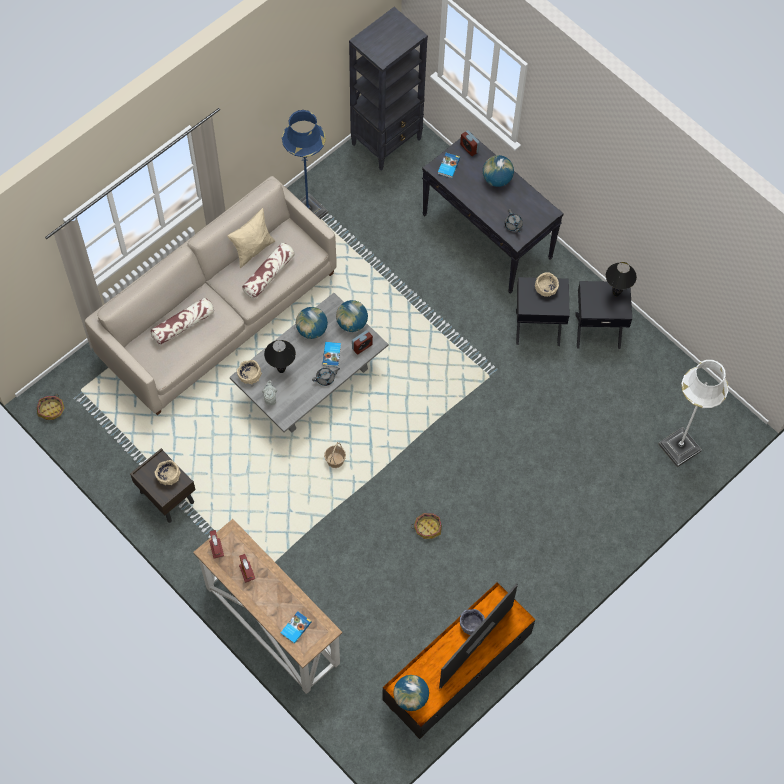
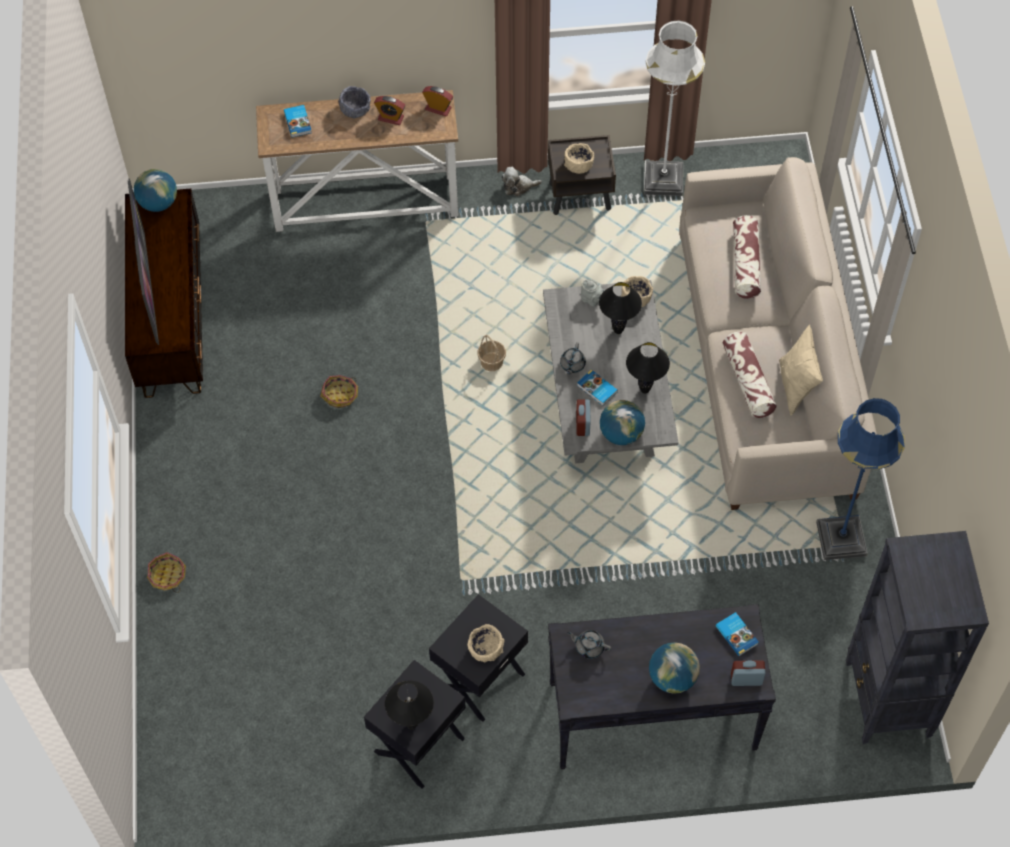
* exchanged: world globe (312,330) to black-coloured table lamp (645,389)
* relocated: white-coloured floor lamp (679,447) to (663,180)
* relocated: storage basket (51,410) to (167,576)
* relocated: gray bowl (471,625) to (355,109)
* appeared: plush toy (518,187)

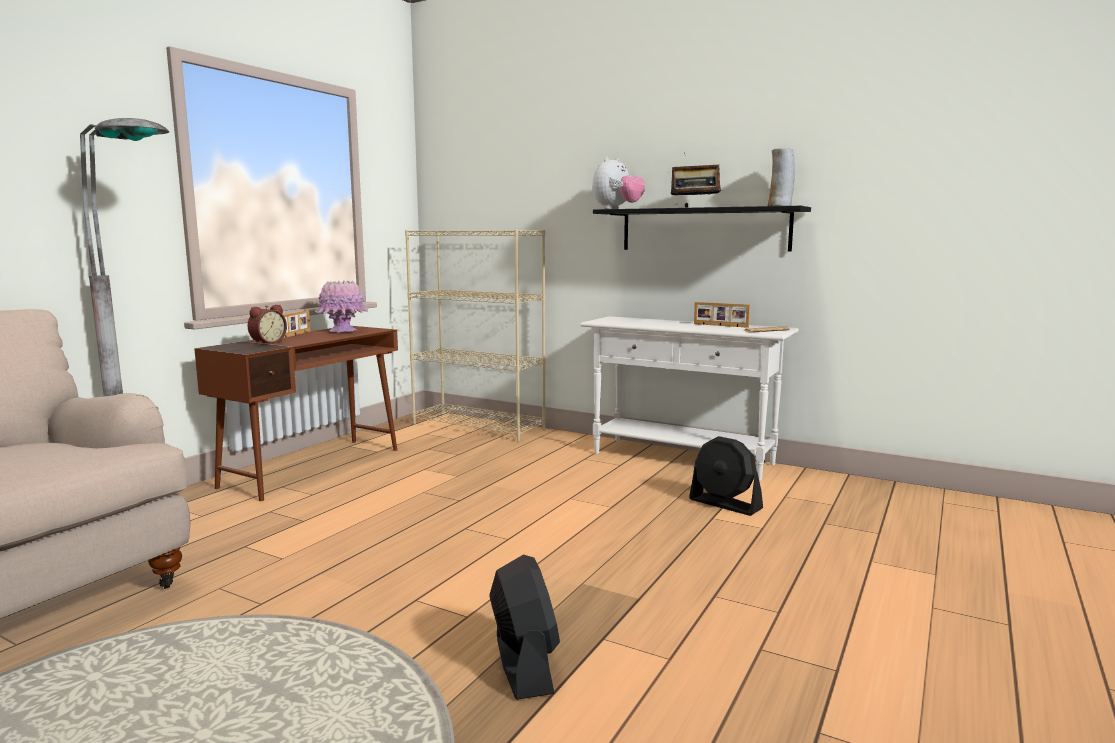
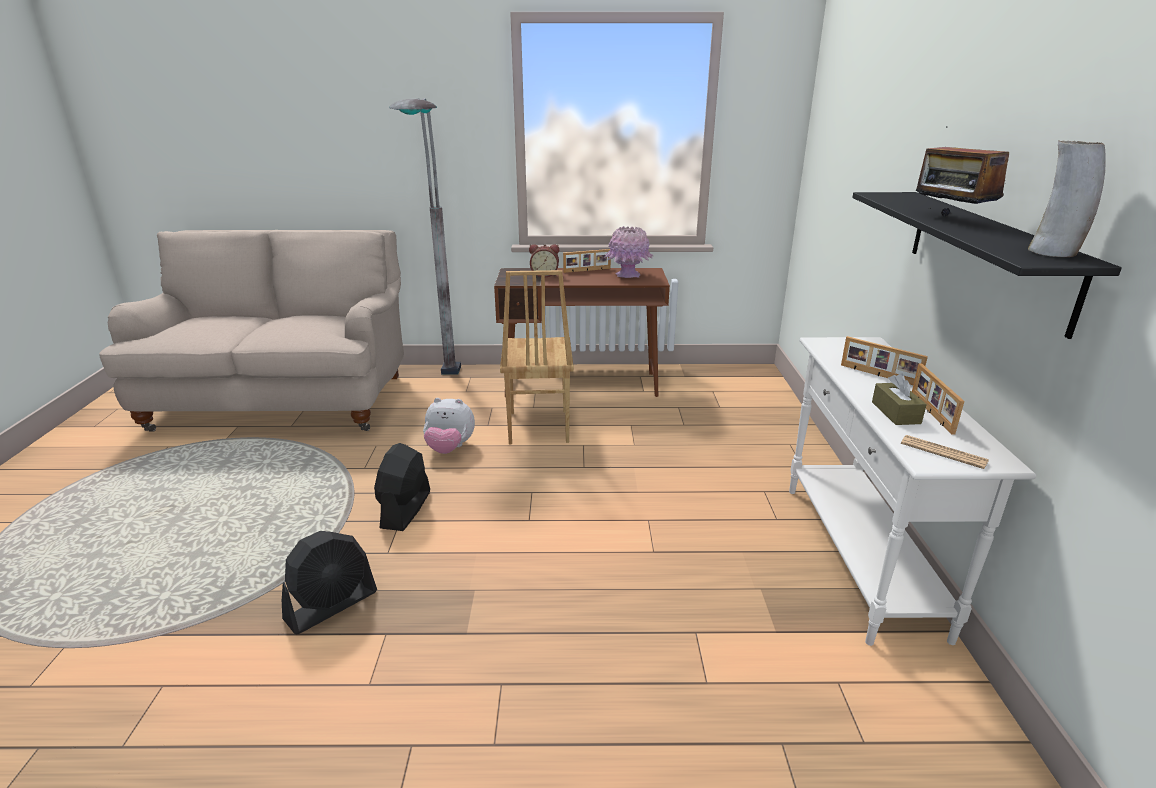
* relocated: plush toy (617,209) to (450,448)
* missing: sand-coloured bookshelf (479,427)
* relocated: black-coloured cooling fan (725,504) to (405,509)
* appeared: brown-coloured chair (537,427)
* appeared: photo frame (878,375)
* appeared: brown-coloured box of tissues (895,413)

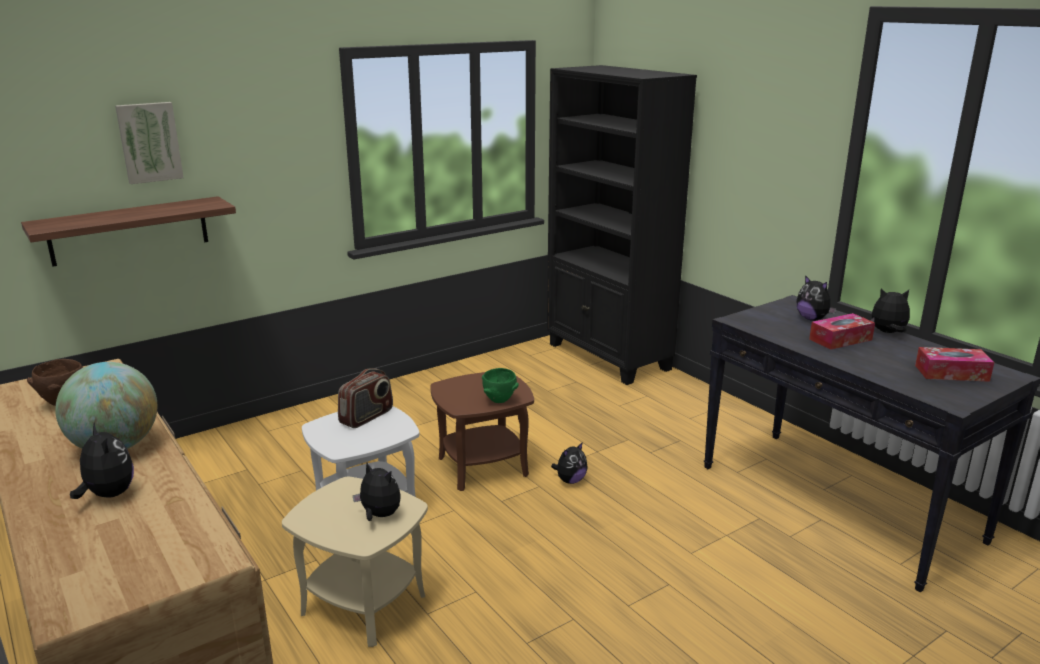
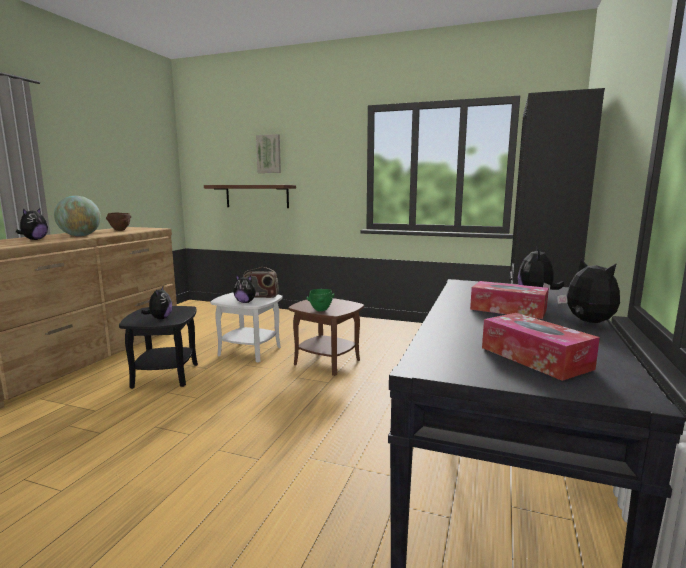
* relocated: plush toy (570,480) to (245,302)
* colour: sand-coloured end table (363,604) to black-coloured end table (165,376)

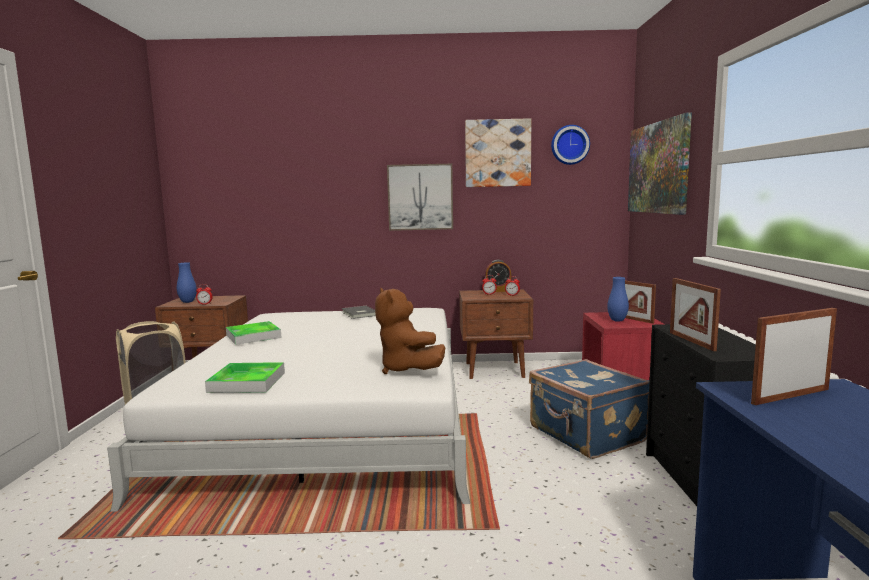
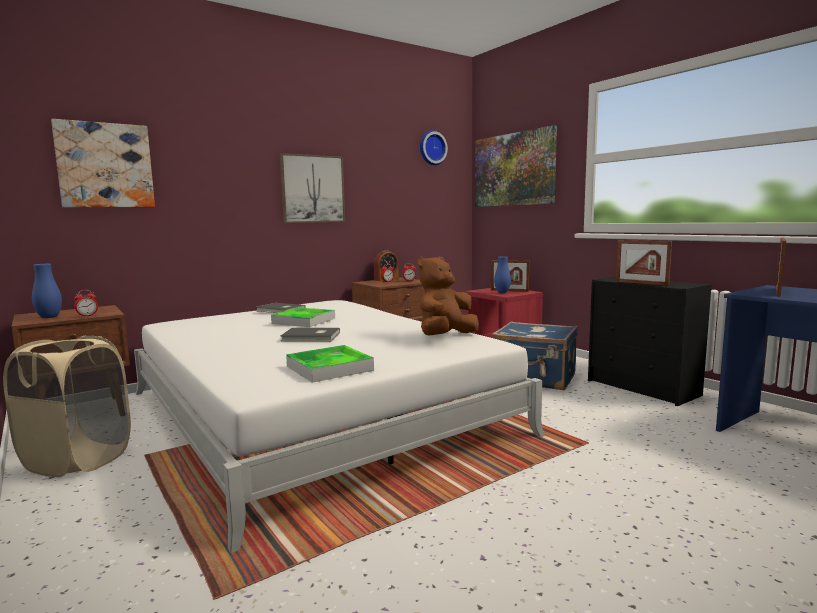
* relocated: wall art (497,153) to (105,165)
* spun: brown-coloured plush toy (407,369) = (445,337) 105 degrees clockwise
* relocated: serving tray (253,336) to (304,321)
* appeared: gray volume (311,337)

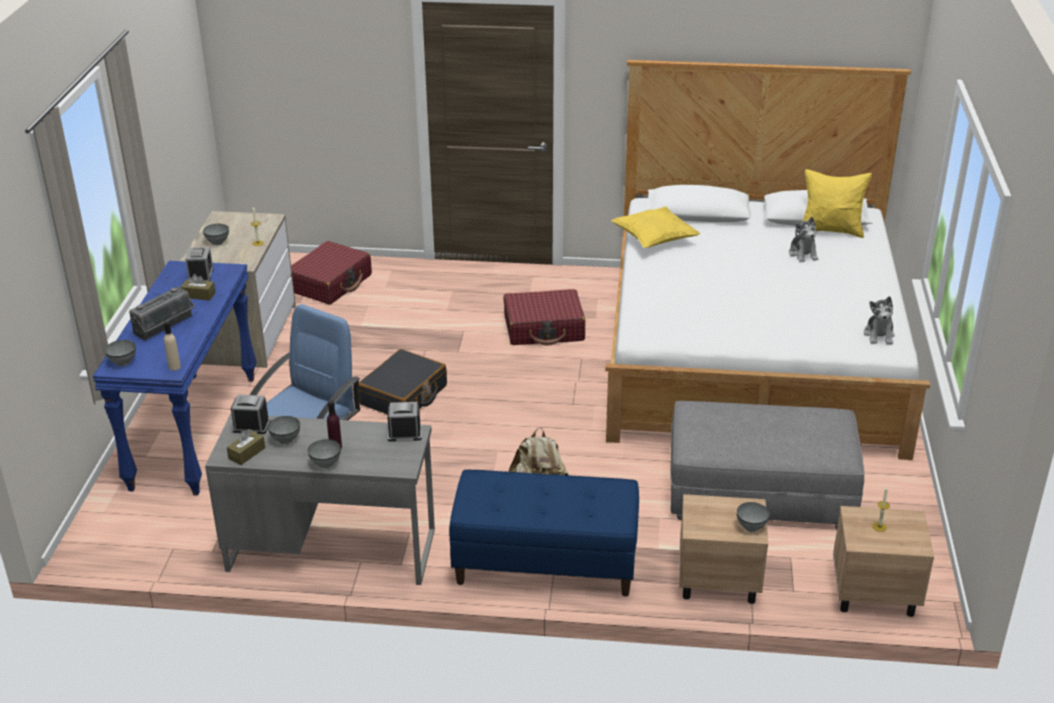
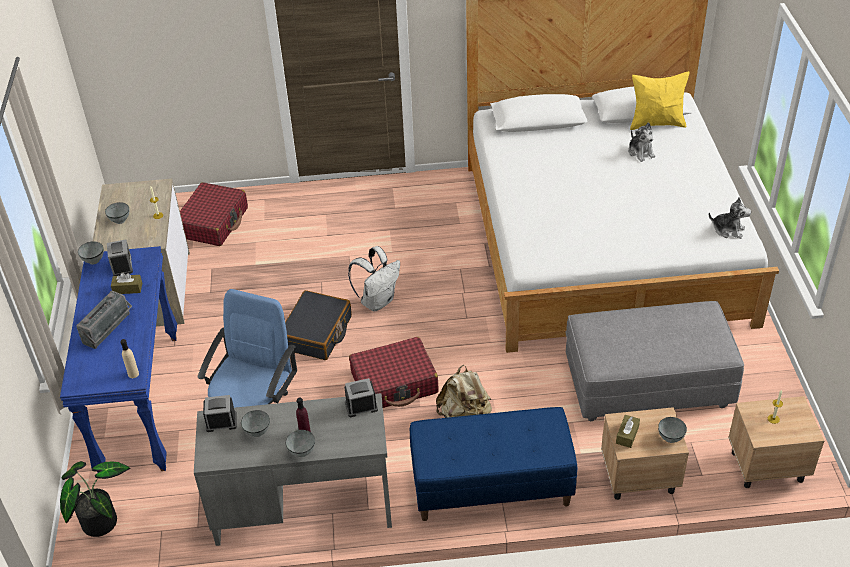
* missing: yellow cushion (654,240)
* relocated: red-coloured piece of luggage (544,328) to (394,383)
* spun: plush toy (879,335) = (728,230) 60 degrees counterclockwise
* relocated: gray bowl (122,362) to (93,260)
* relocated: brown-coloured box of tissues (247,453) to (627,435)
* appeared: white-coloured backpack (377,301)
* appeared: plant in a pot (99,519)

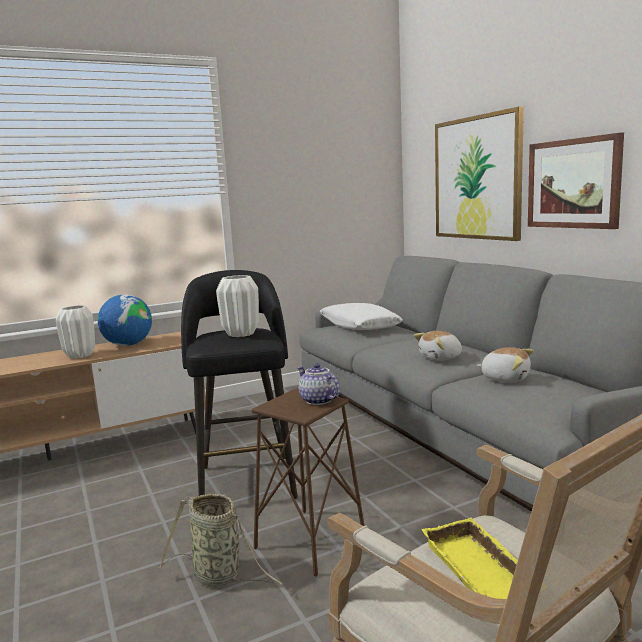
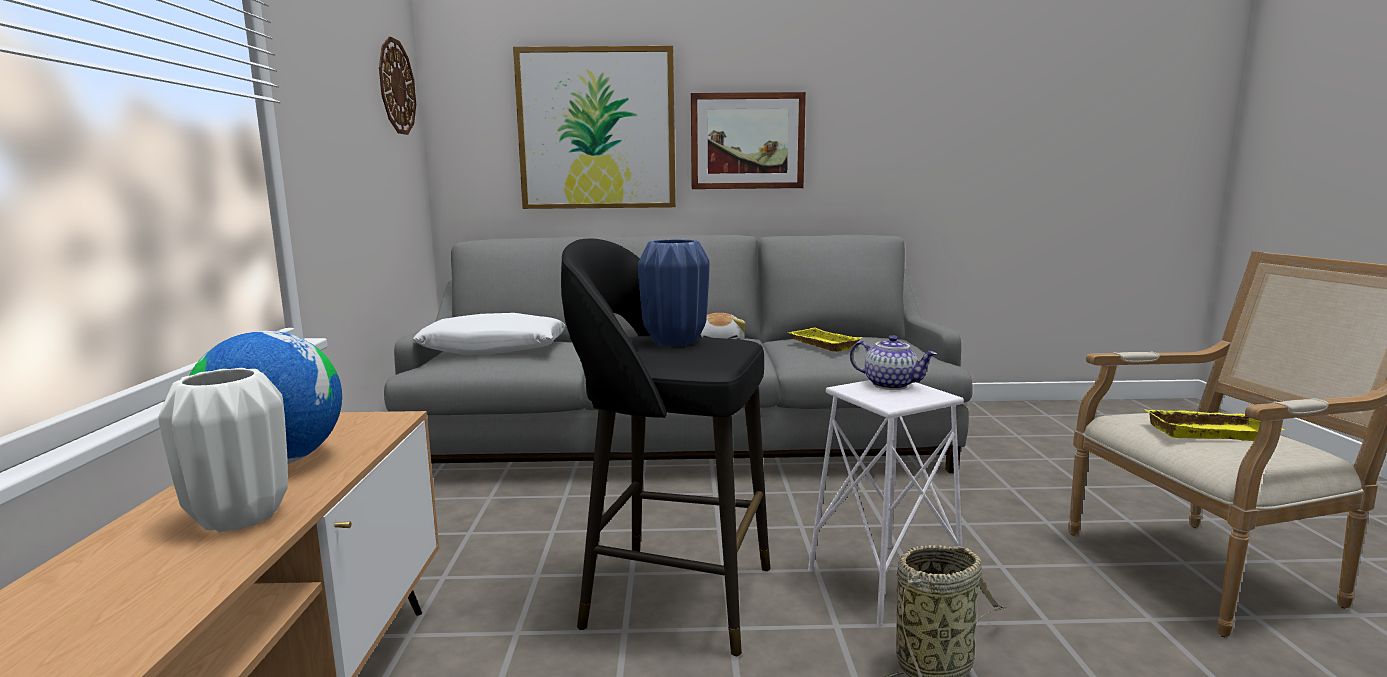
* colour: white-coloured vase (241,334) to blue-coloured vase (676,341)
* exchanged: plush toy (505,378) to yellow serving tray (821,344)
* spun: pot for tea (317,400) = (891,385) 135 degrees counterclockwise
* colour: brown-coloured stool (310,541) to white-coloured stool (884,582)
* appeared: wall clock (396,87)

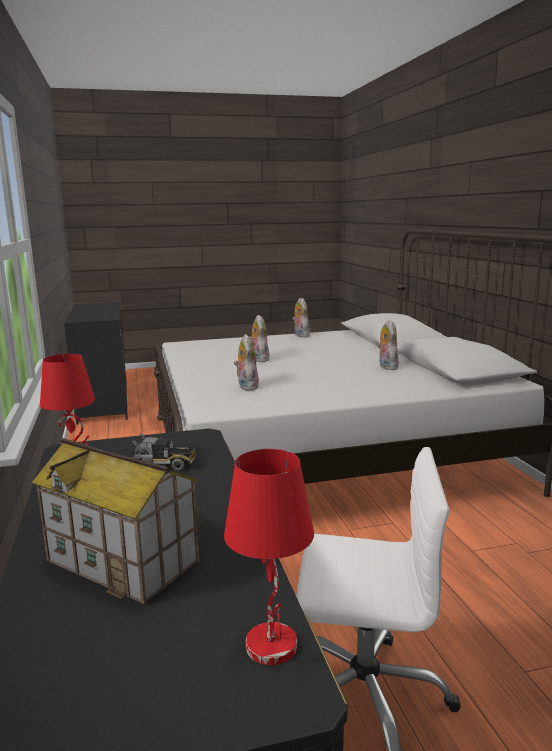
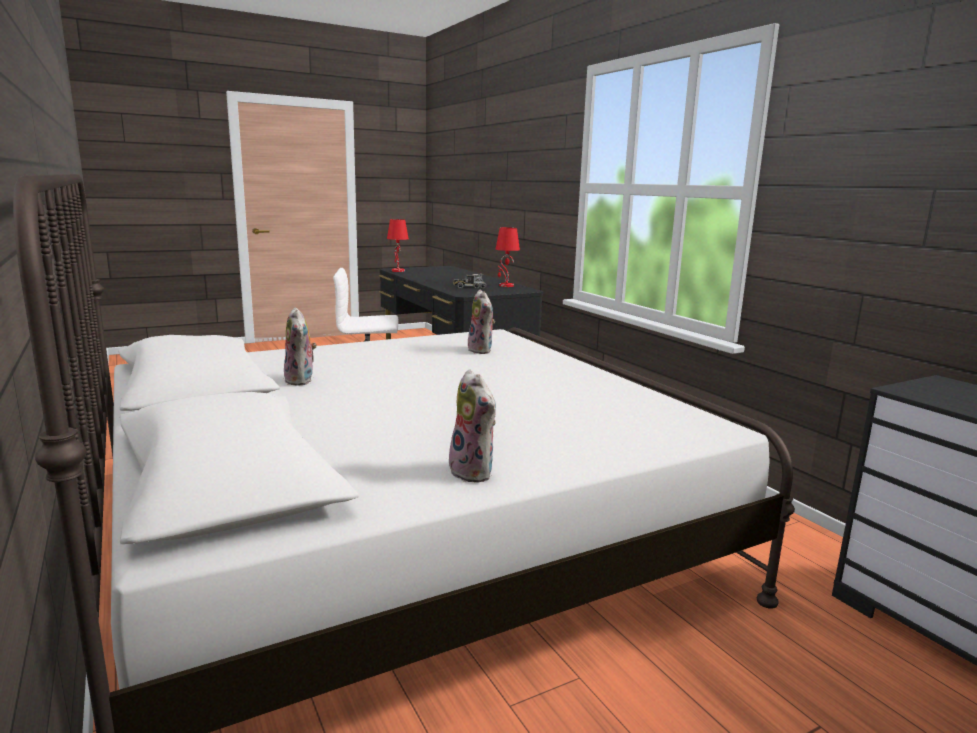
* missing: plush toy (259,359)
* missing: miniature house (124,561)

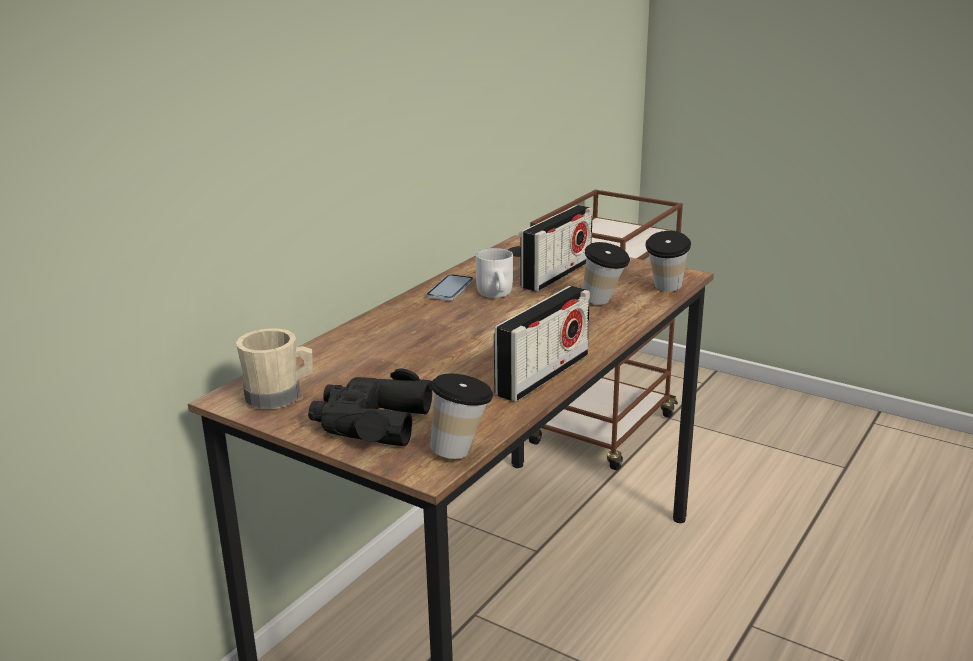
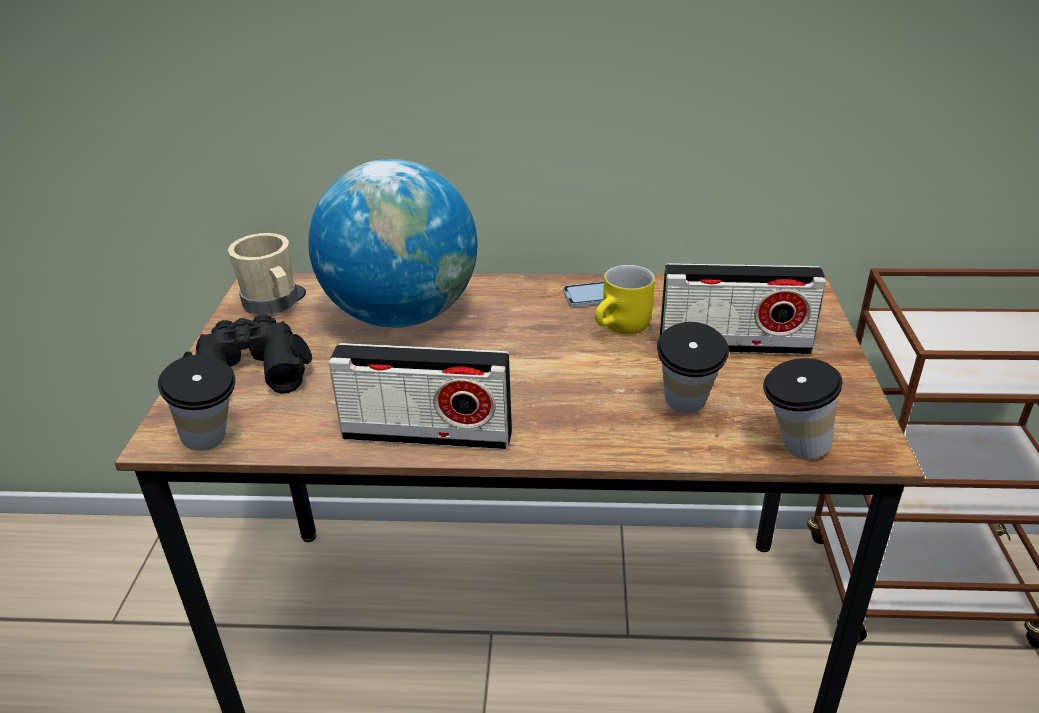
* colour: white-coloured tea mug (498,294) to yellow tea mug (624,328)
* appeared: world globe (402,315)

